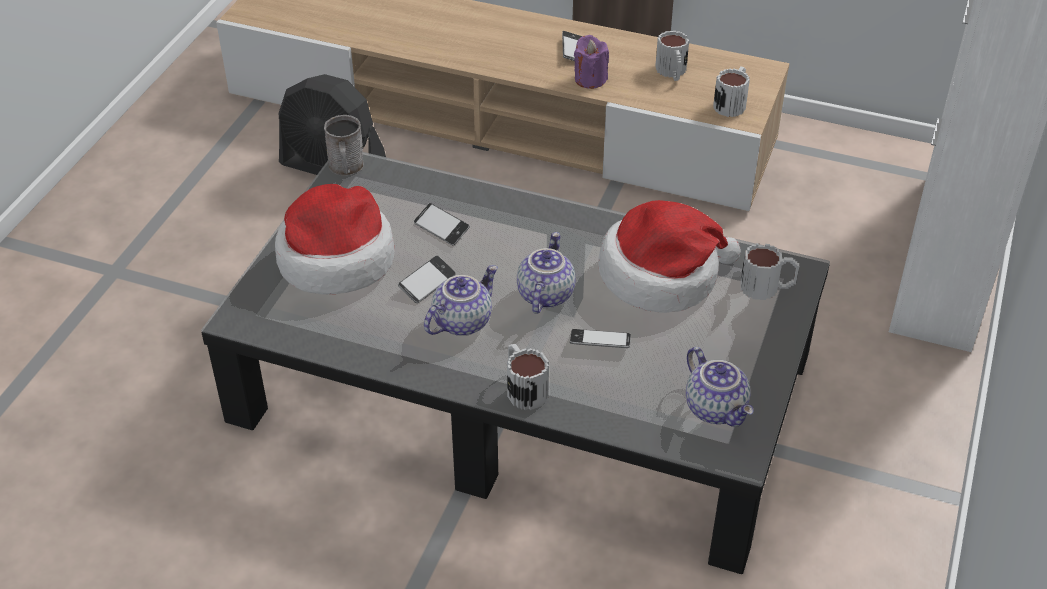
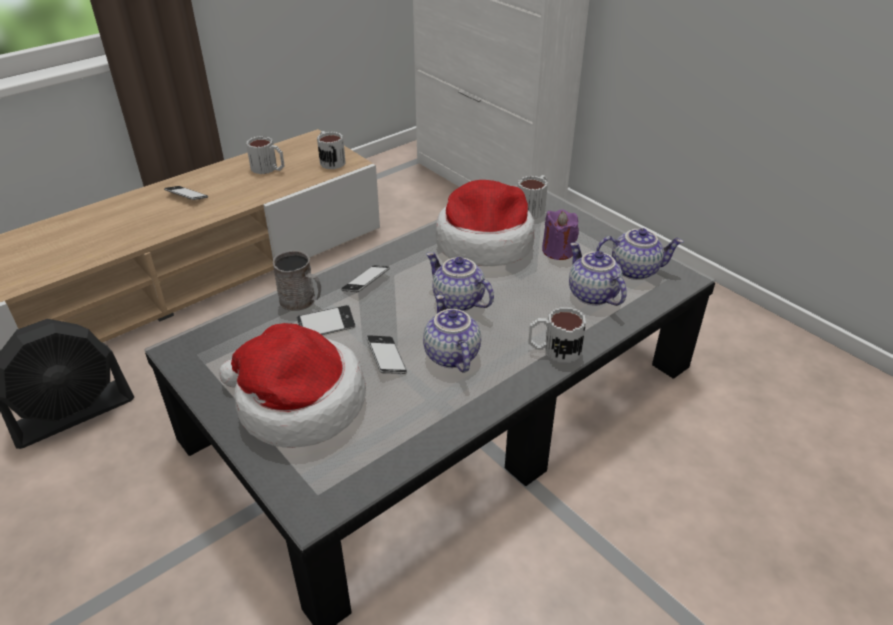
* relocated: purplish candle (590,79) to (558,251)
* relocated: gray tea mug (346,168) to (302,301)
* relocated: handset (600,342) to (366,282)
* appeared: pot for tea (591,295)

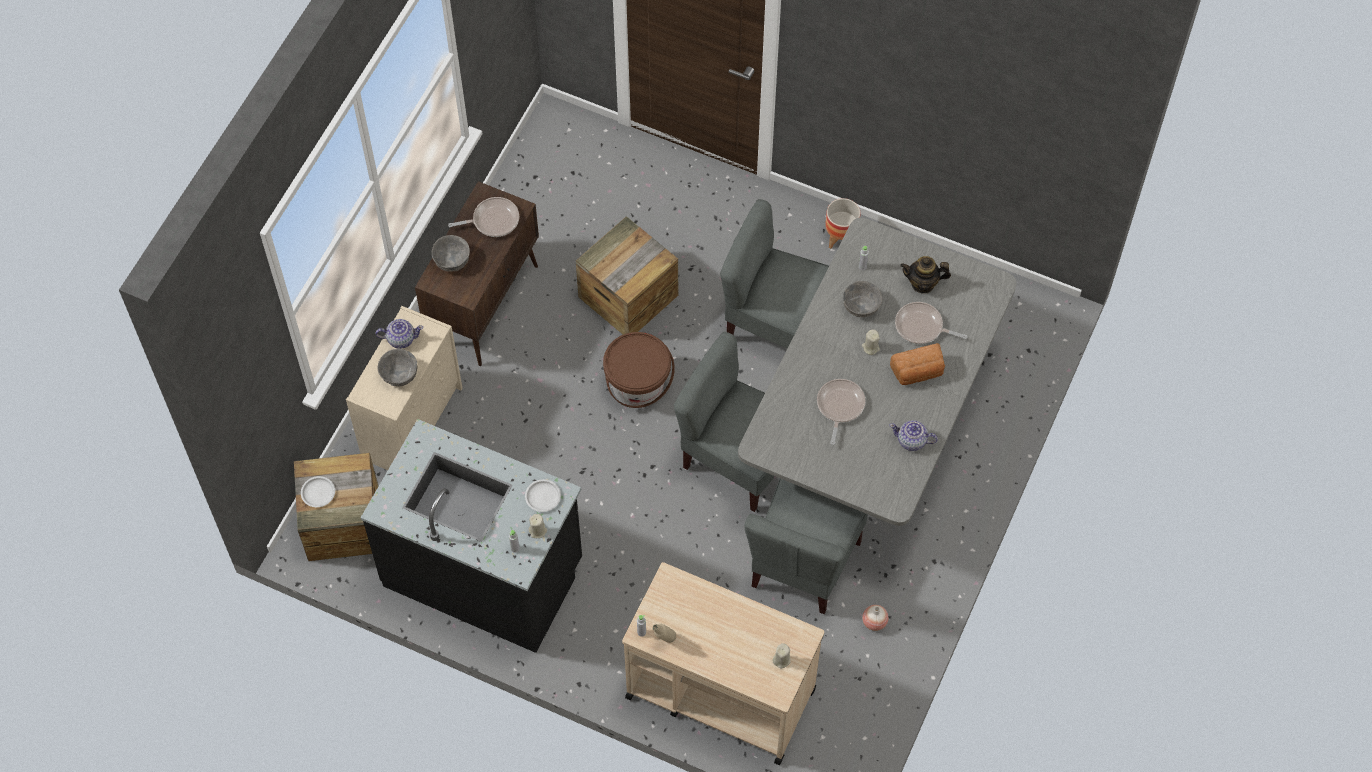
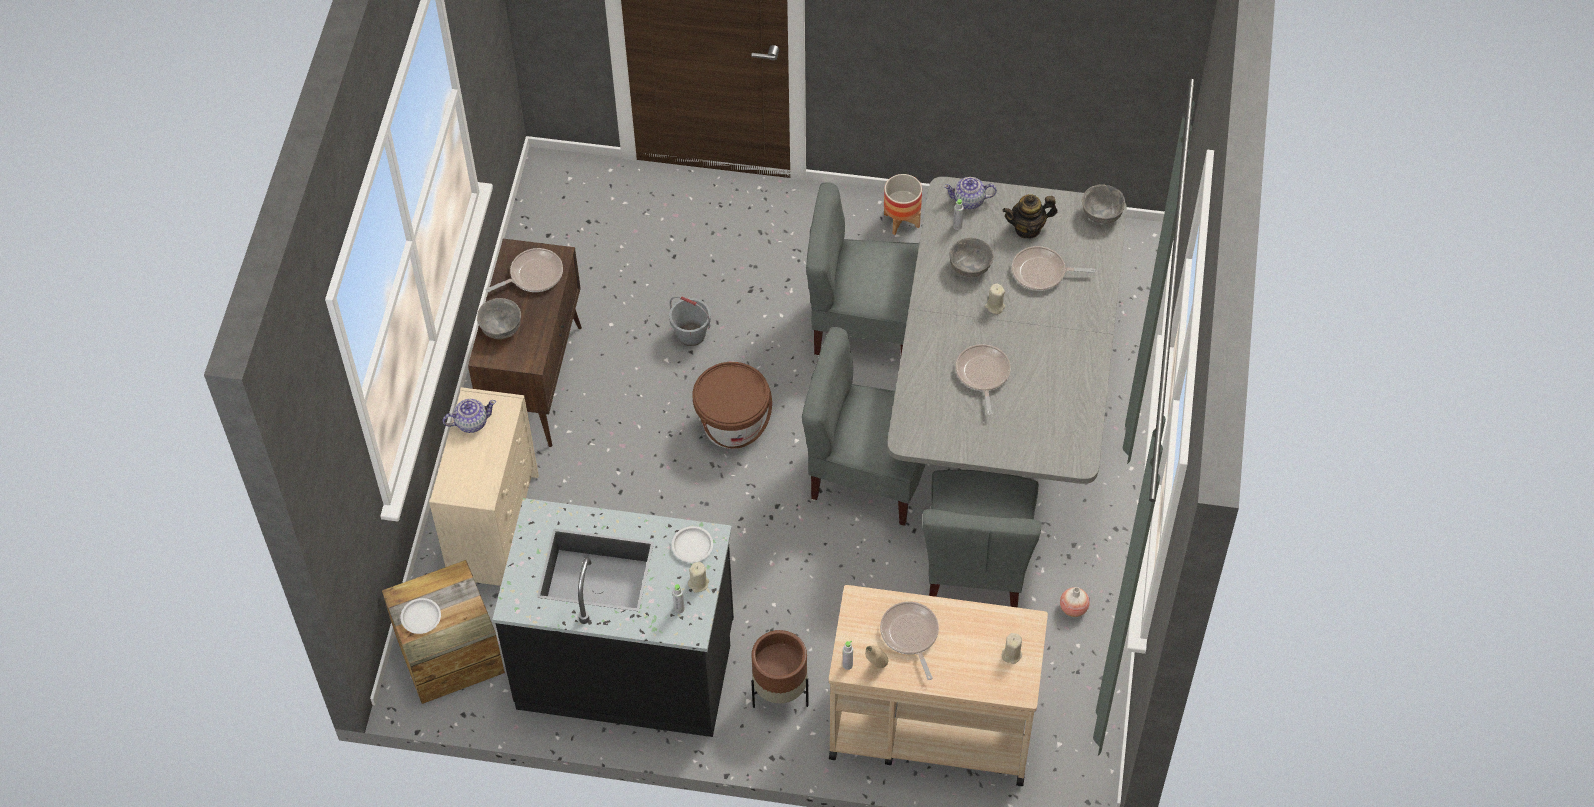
* exchanged: packing crate (628,296) to gray bucket (691,334)
* missing: bakery bread (918,372)
* relocated: gray bowl (399,374) to (1101,213)
* relocated: pot for tea (912,441) to (969,200)
* appeared: frying pan (910,635)
* appeared: brown-coloured plant pot (779,692)

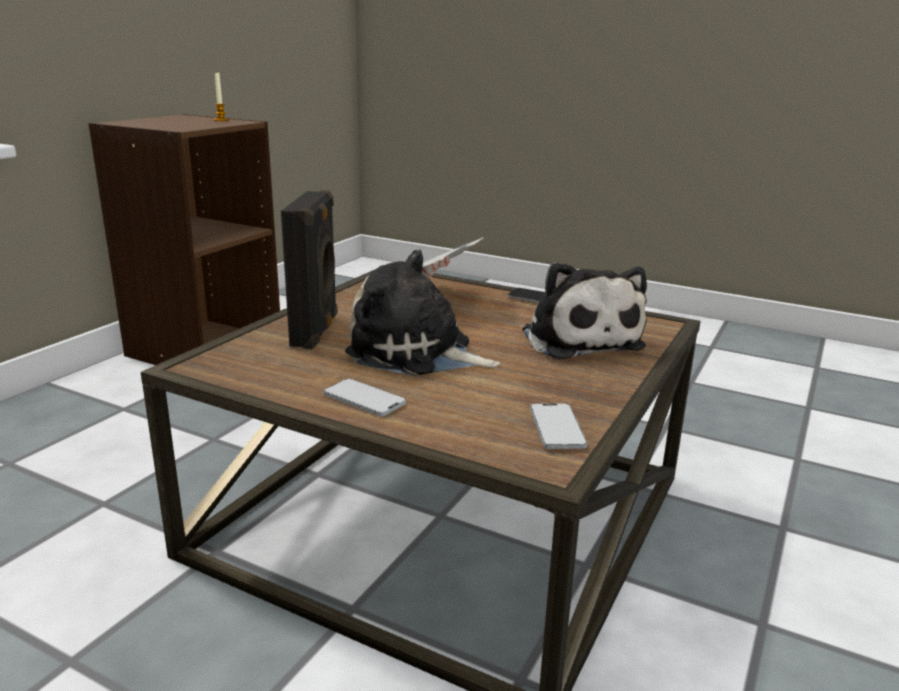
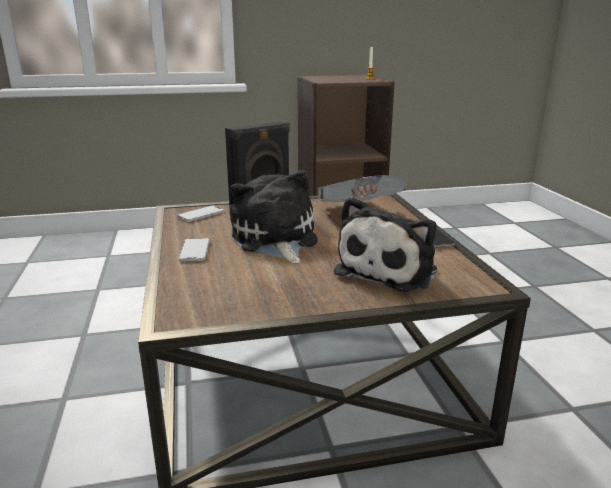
* relocated: handset (557,427) to (201,214)

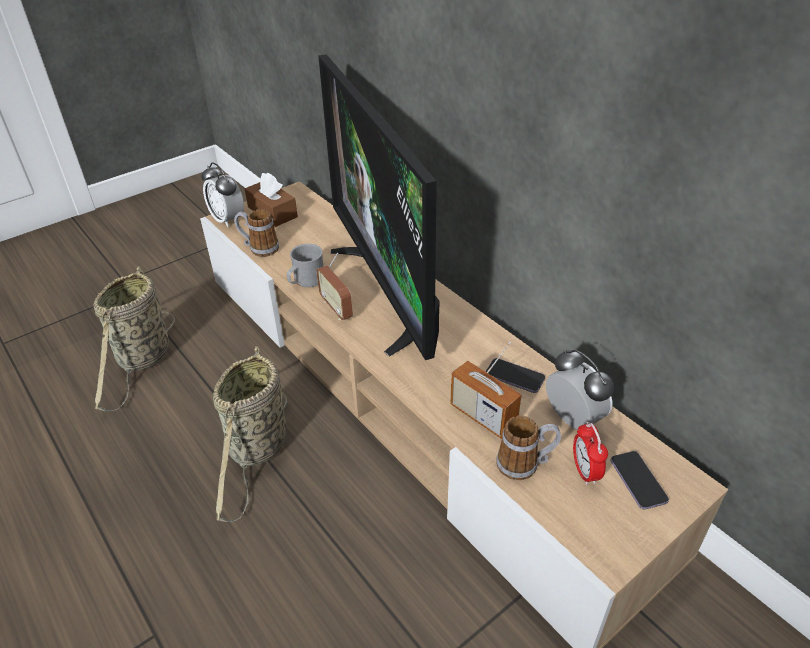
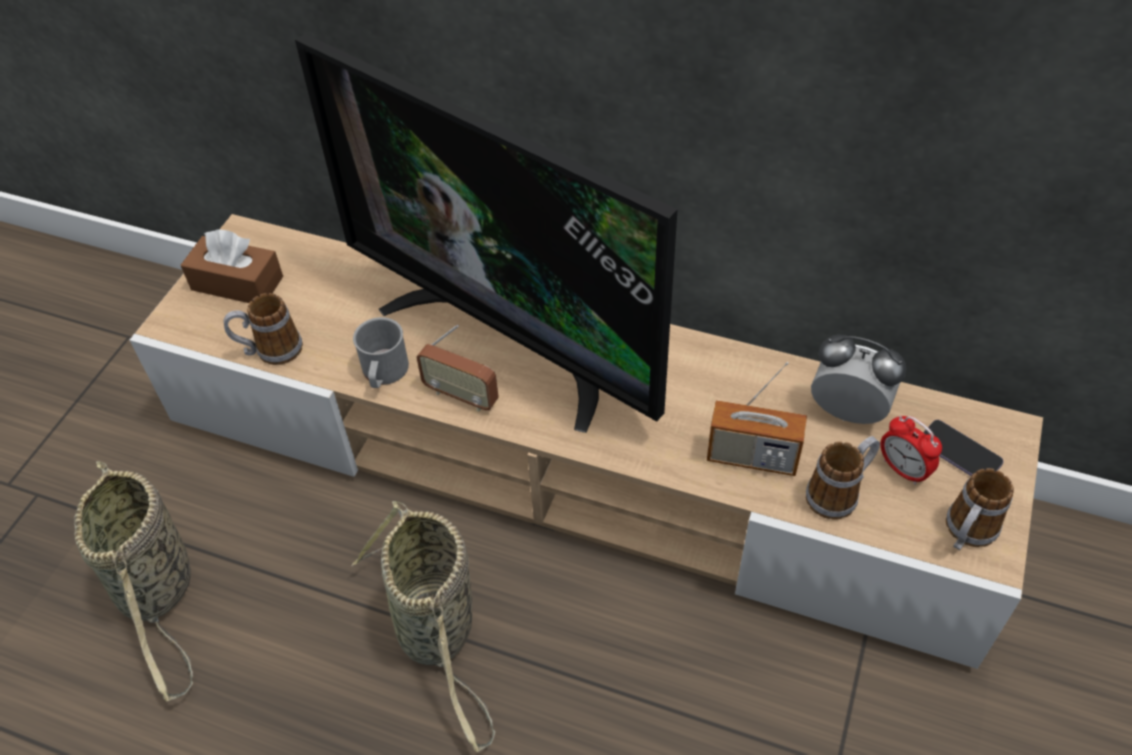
* missing: bedside clock (228,219)
* missing: handset (514,377)
* appeared: tea mug (966,534)

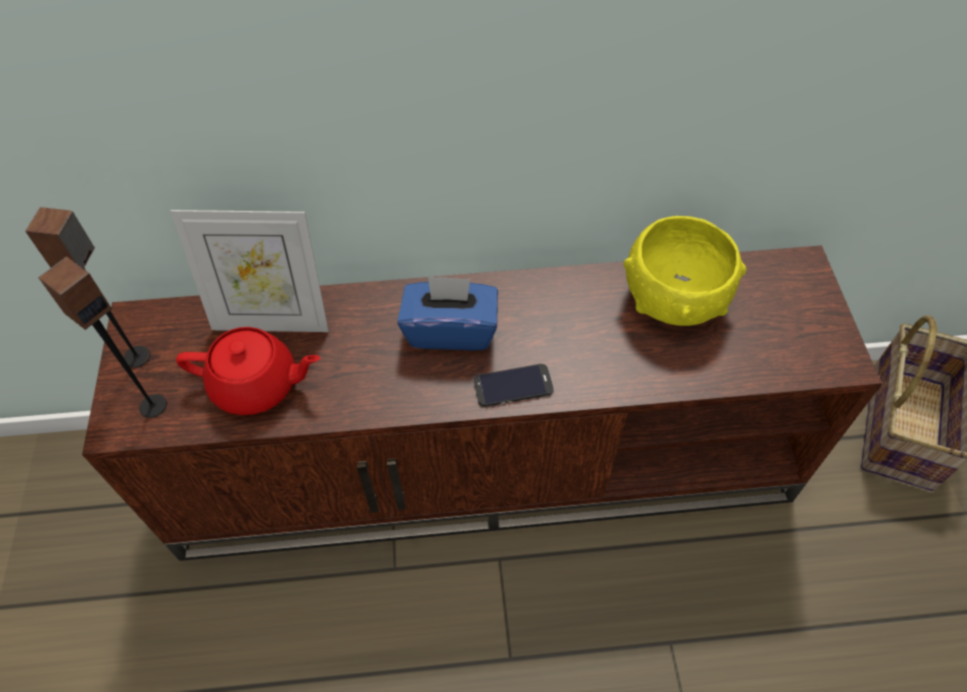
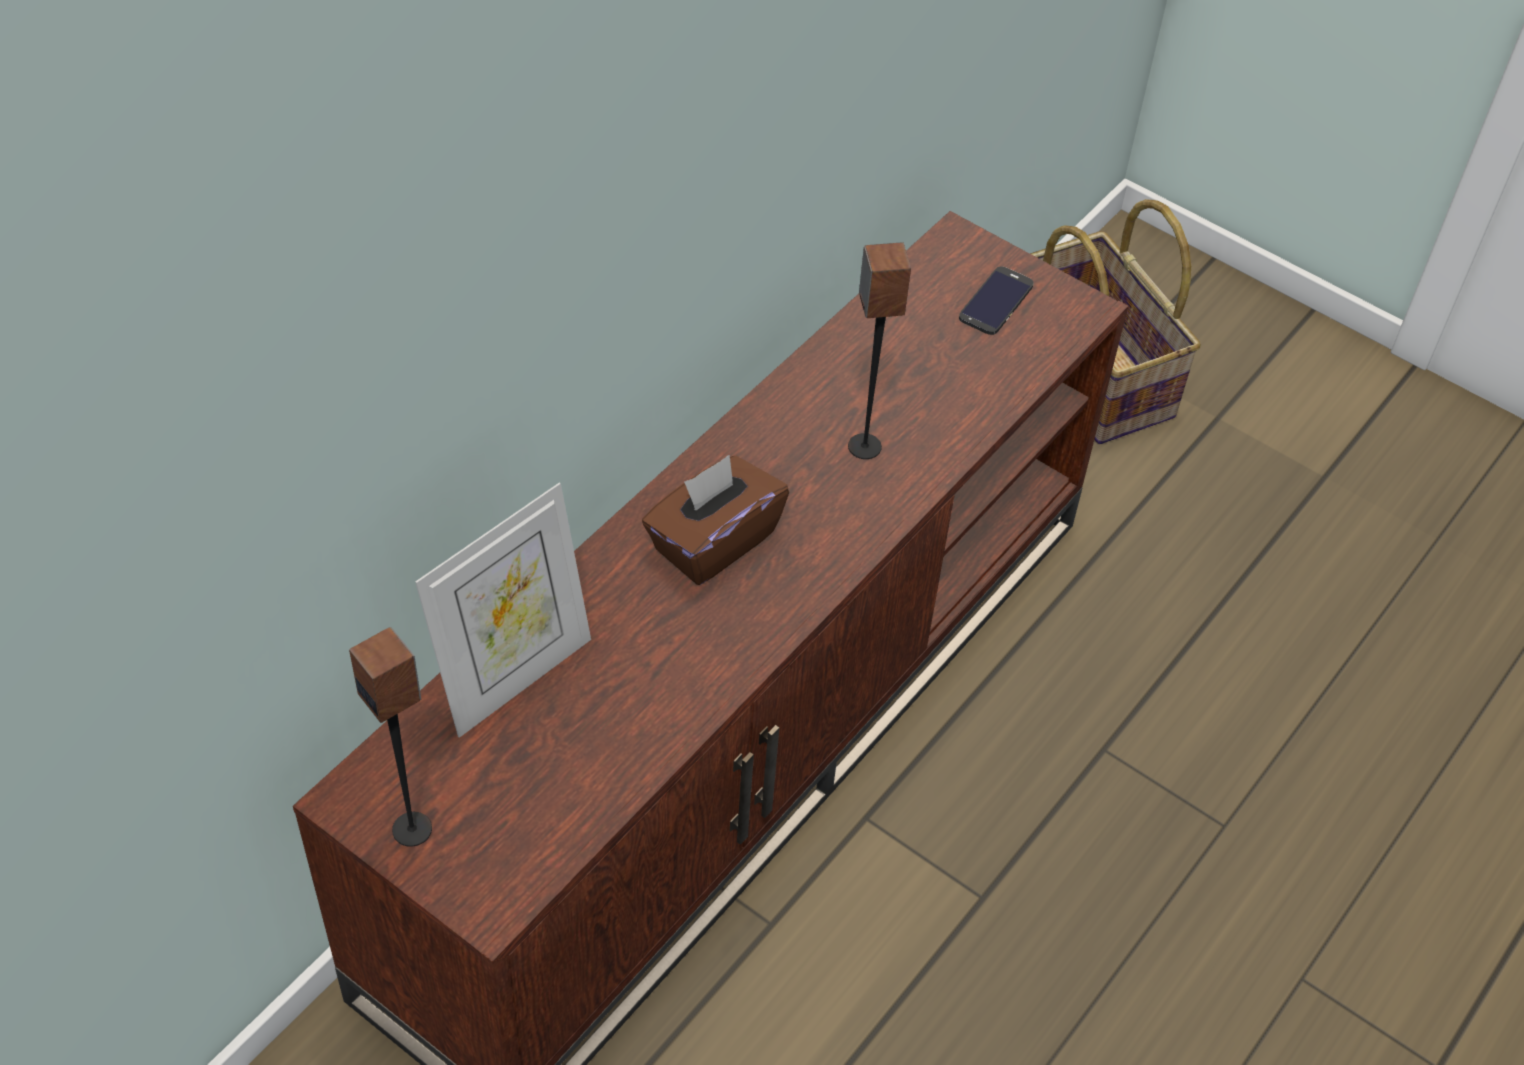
* missing: yellow bowl (674,299)
* relocated: audio speaker (152,405) to (863,446)
* colour: blue-coloured box of tissues (450,330) to brown-coloured box of tissues (713,541)
* missing: red-coloured pot for tea (257,385)
* relocated: handset (513,386) to (996,301)

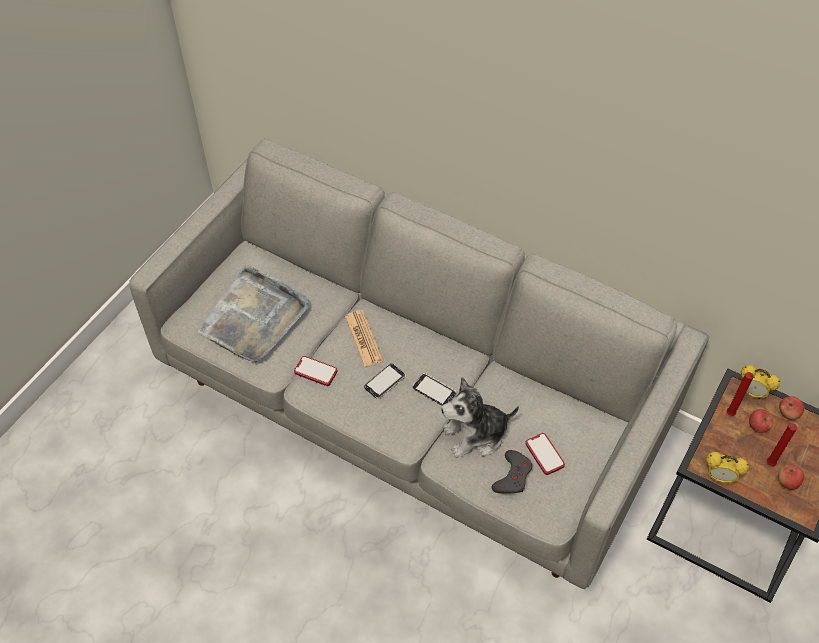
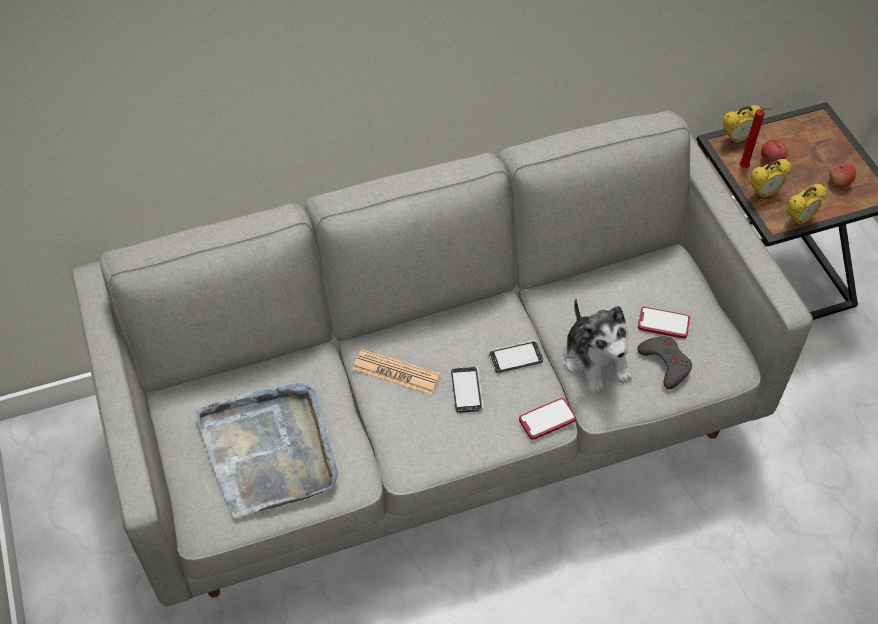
* relocated: handset (315,371) to (547,420)
* spun: plush toy (476,435) = (596,360) 45 degrees counterclockwise
* missing: apple (788,414)
* missing: red-coloured candle (769,464)
* appeared: bedside clock (763,193)

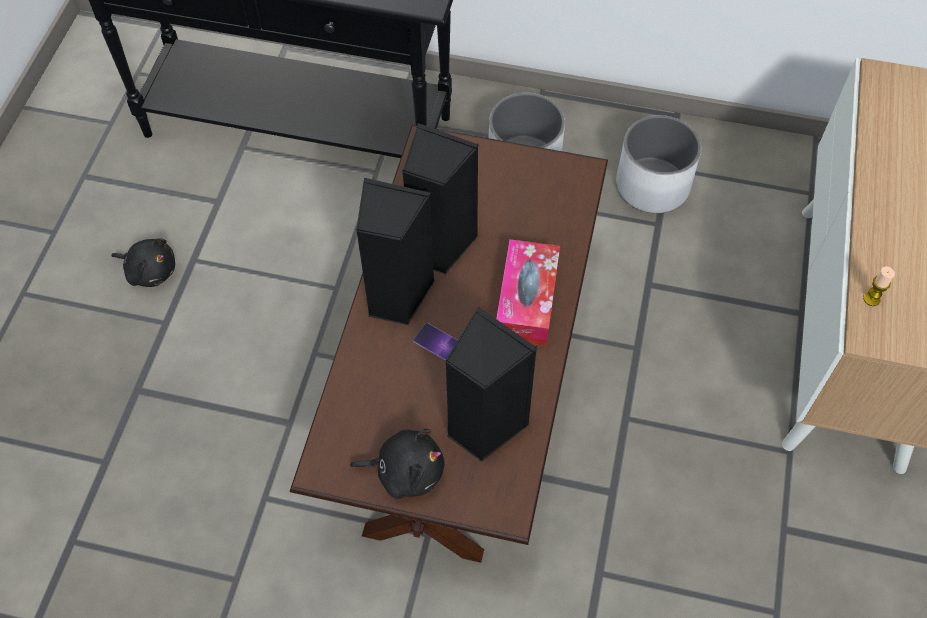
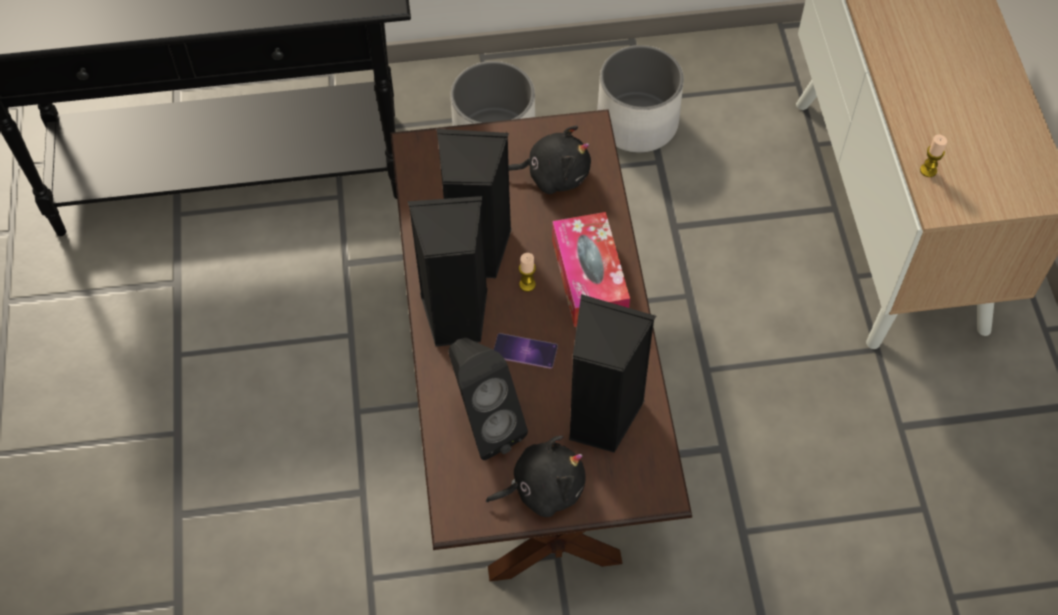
* relocated: black-coloured plush toy (150,271) to (553,174)
* appeared: candle (527,284)
* appeared: black-coloured audio speaker (484,424)

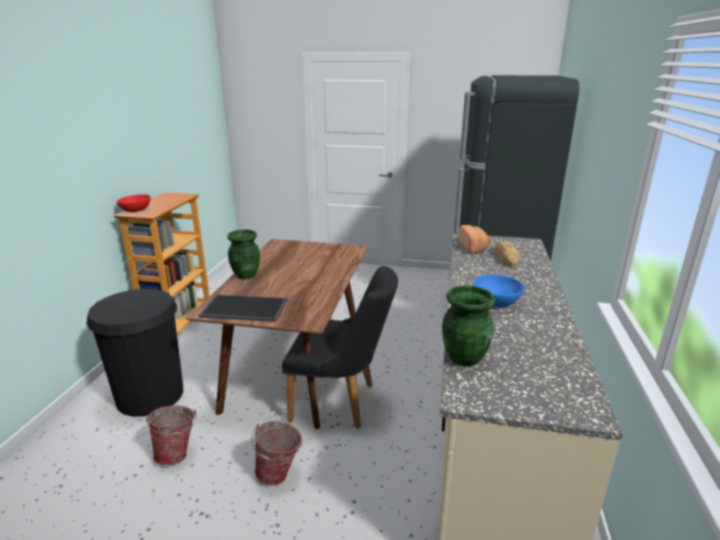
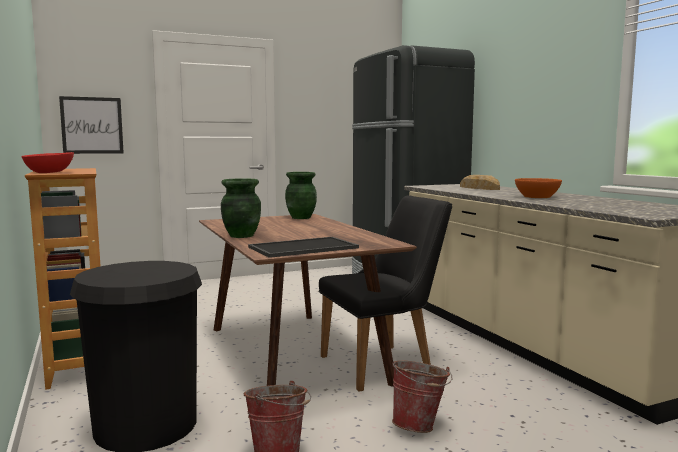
* missing: bakery bread (473,248)
* colour: blue-coloured bowl (496,301) to orangey bowl (537,197)
* relocated: greenish vase (465,358) to (301,217)
* appeared: wall art (92,125)

